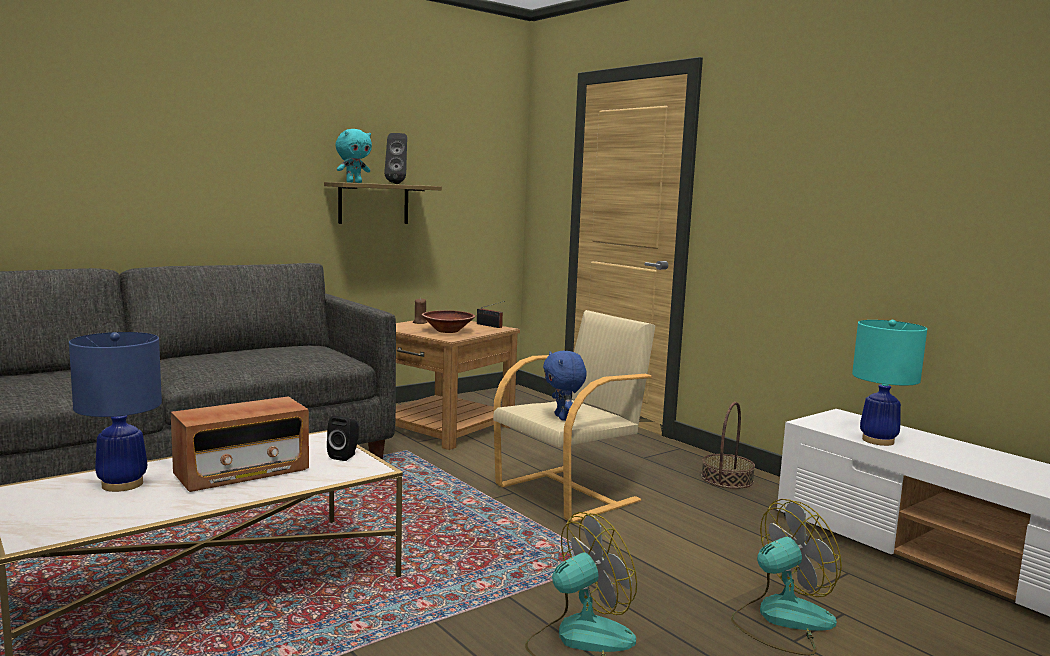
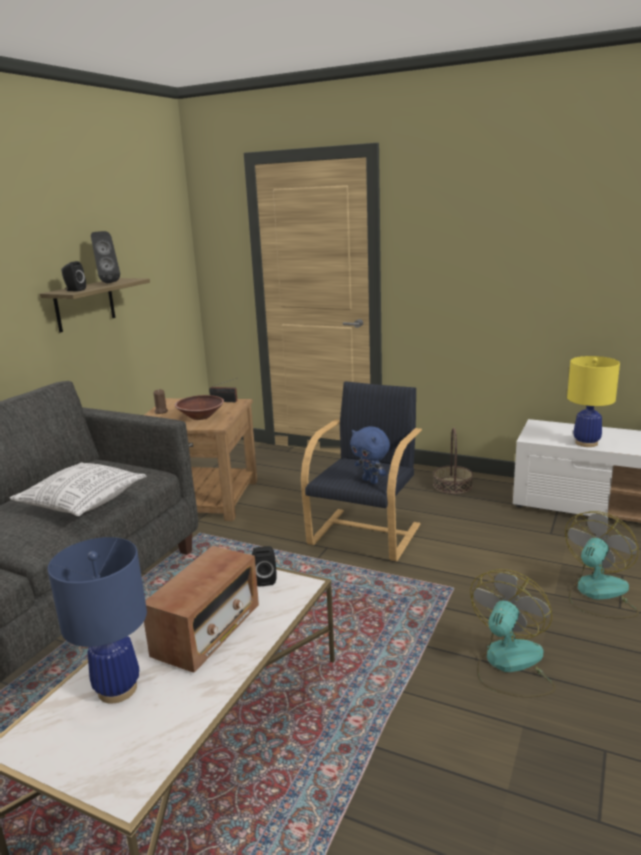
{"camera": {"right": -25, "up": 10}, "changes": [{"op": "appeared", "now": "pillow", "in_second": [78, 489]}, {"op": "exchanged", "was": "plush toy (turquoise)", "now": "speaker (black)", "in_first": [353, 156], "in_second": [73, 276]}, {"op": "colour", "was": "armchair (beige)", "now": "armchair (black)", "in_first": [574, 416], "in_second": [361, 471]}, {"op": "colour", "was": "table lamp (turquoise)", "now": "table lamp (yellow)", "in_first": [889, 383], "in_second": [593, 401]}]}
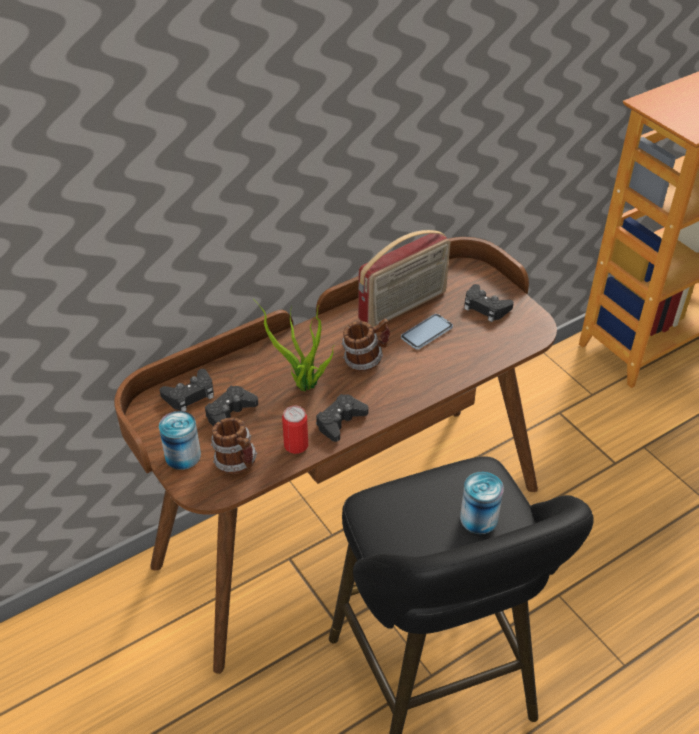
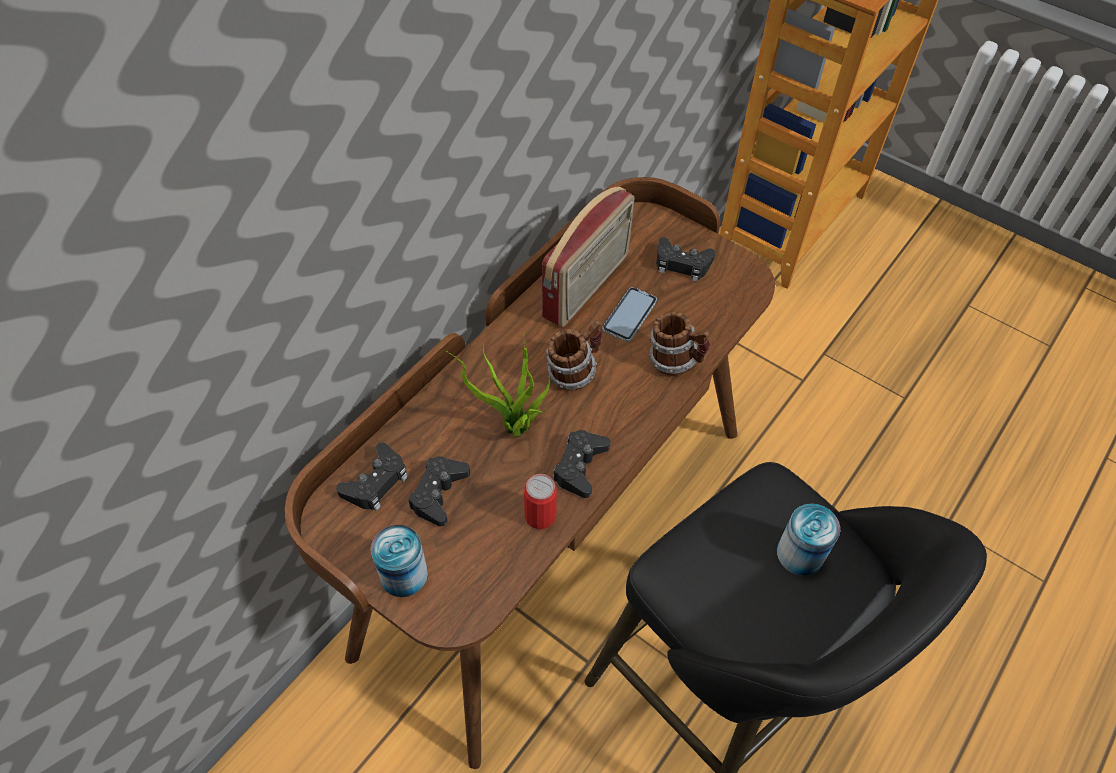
{"camera": {"right": -20, "up": 10}, "changes": [{"op": "relocated", "was": "mug", "in_first": [234, 446], "in_second": [679, 343]}]}
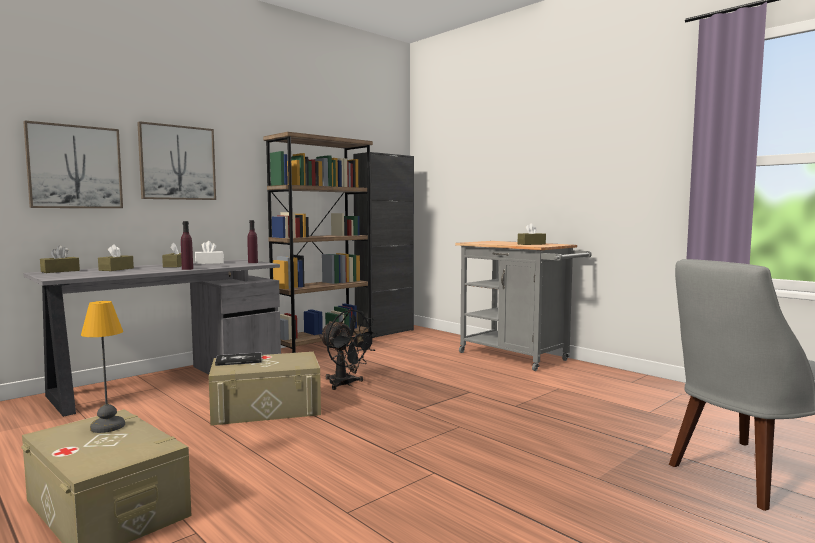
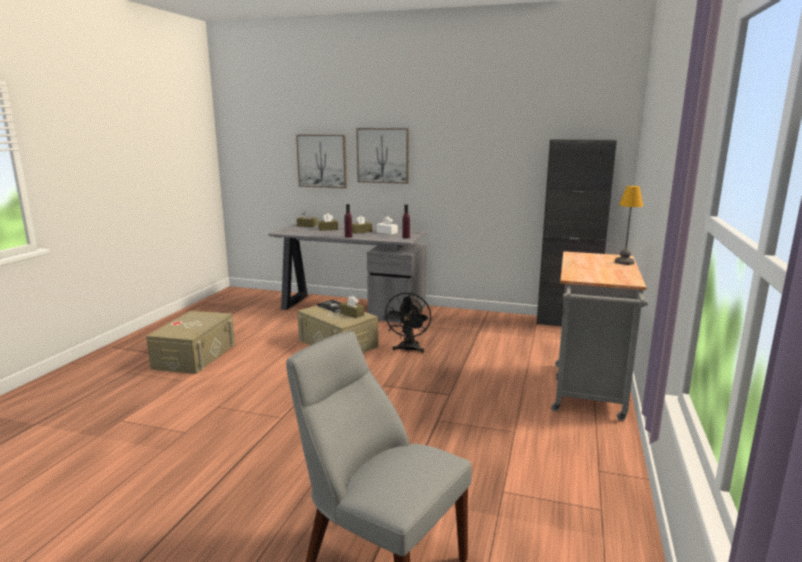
{"camera": {"right": 60, "up": 10}, "changes": [{"op": "relocated", "was": "tissue box (brown)", "in_first": [532, 234], "in_second": [352, 307]}, {"op": "relocated", "was": "table lamp", "in_first": [103, 367], "in_second": [628, 225]}, {"op": "missing", "was": "bookcase (brown)", "in_first": [318, 242]}]}
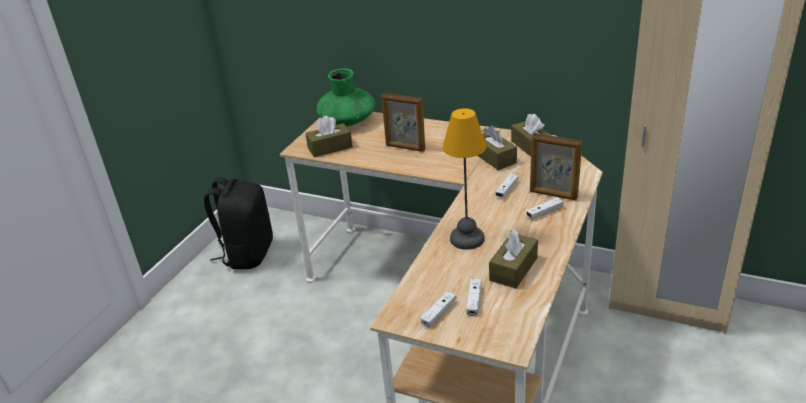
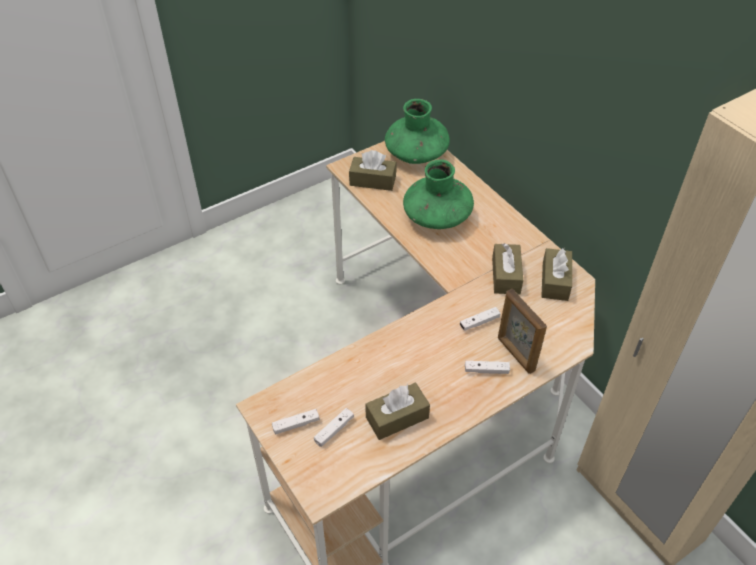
{"camera": {"right": 30, "up": 15}, "changes": [{"op": "exchanged", "was": "picture frame", "now": "vase (green)", "in_first": [403, 122], "in_second": [438, 194]}, {"op": "missing", "was": "backpack (black)", "in_first": [238, 223]}, {"op": "missing", "was": "table lamp", "in_first": [464, 179]}]}
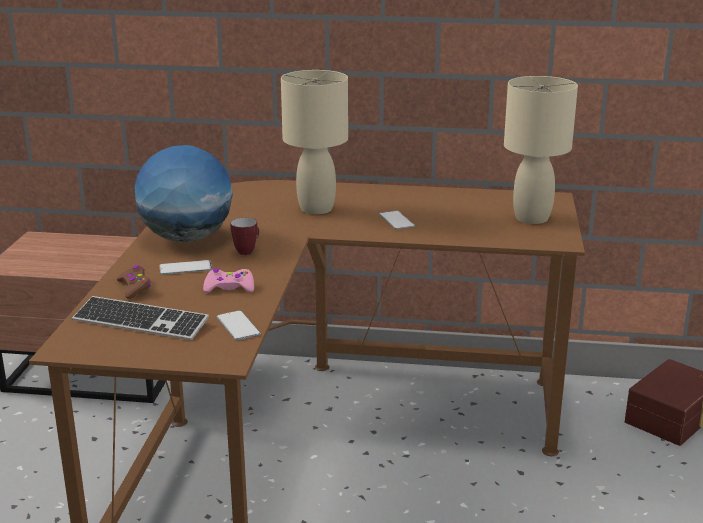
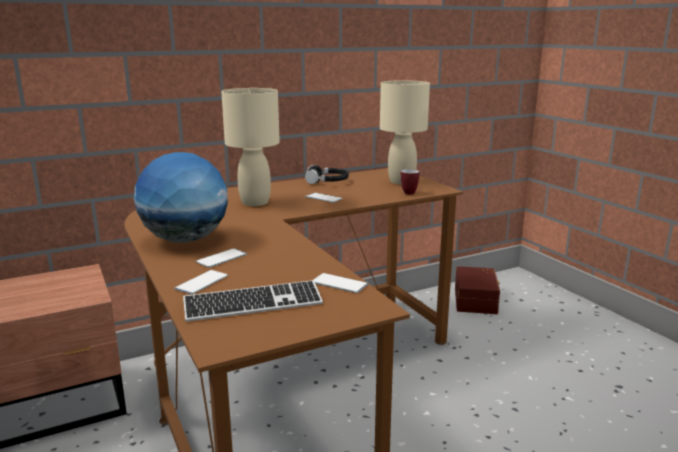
{"camera": {"right": -35, "up": -5}, "changes": [{"op": "exchanged", "was": "game controller (brown)", "now": "phone", "in_first": [134, 282], "in_second": [201, 282]}, {"op": "appeared", "now": "headphones (black)", "in_second": [327, 174]}, {"op": "relocated", "was": "mug", "in_first": [245, 236], "in_second": [410, 182]}, {"op": "missing", "was": "game controller (pink)", "in_first": [228, 280]}]}
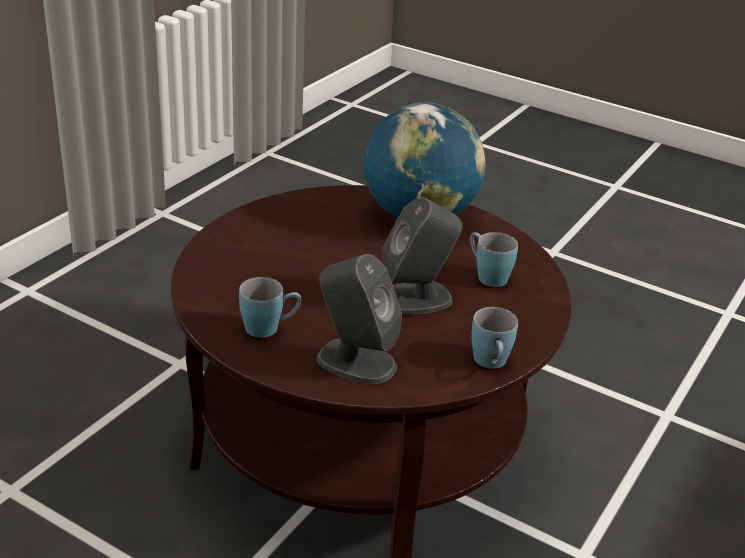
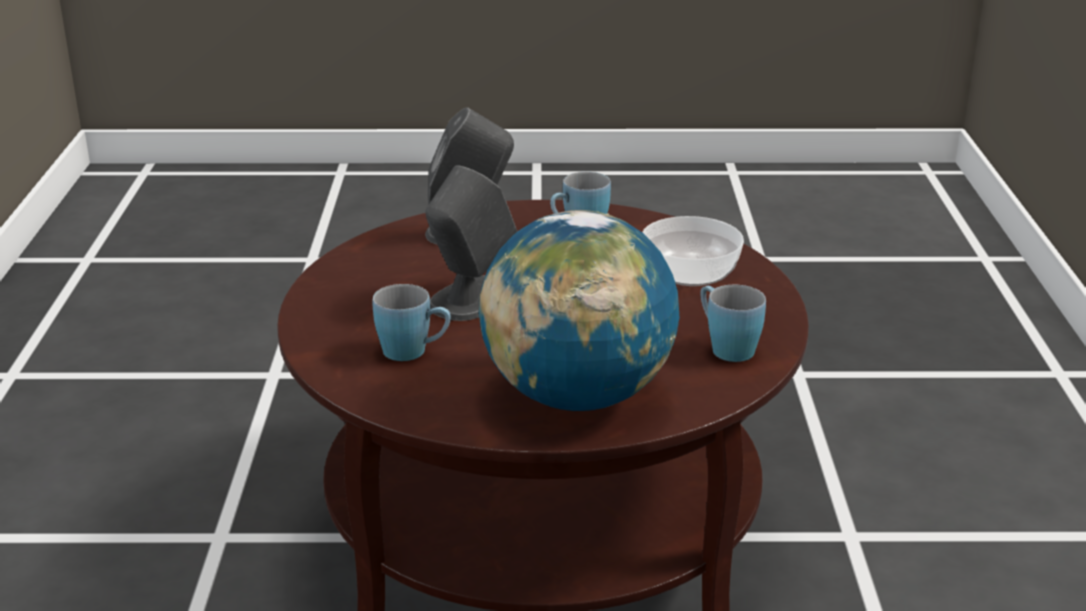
{"camera": {"right": 150, "up": -5}, "changes": [{"op": "appeared", "now": "bowl", "in_second": [693, 251]}, {"op": "relocated", "was": "mug (blue)", "in_first": [494, 338], "in_second": [733, 323]}]}
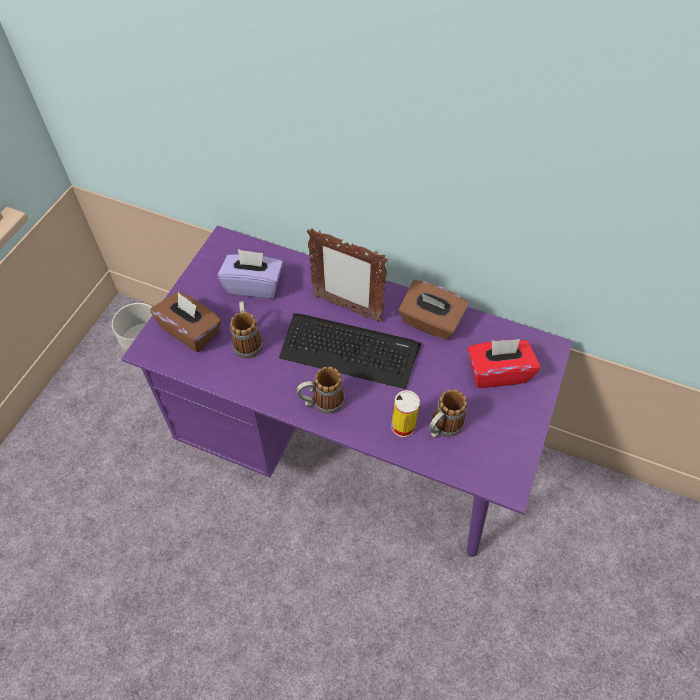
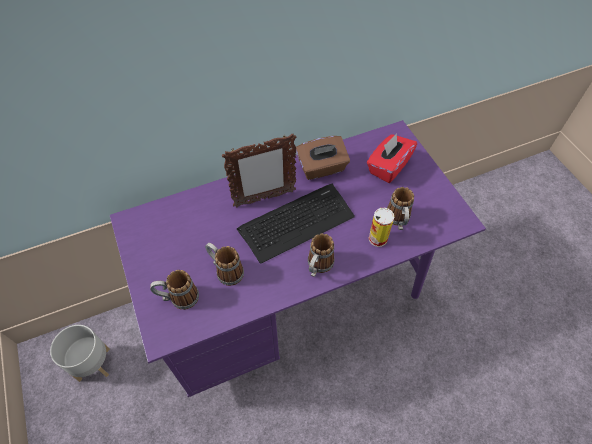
{"camera": {"right": -45, "up": 0}, "changes": [{"op": "exchanged", "was": "tissue box (brown)", "now": "mug", "in_first": [186, 322], "in_second": [174, 290]}, {"op": "missing", "was": "tissue box (purple)", "in_first": [250, 274]}]}
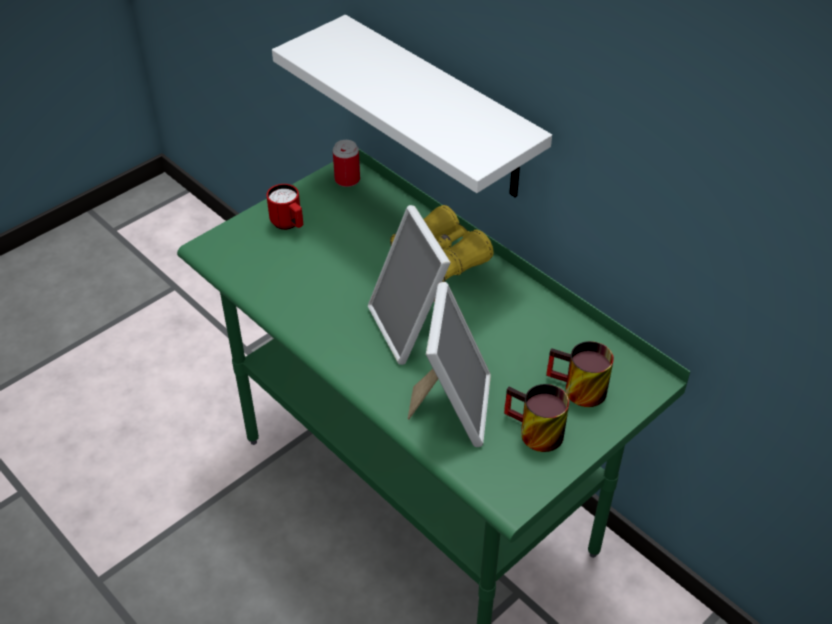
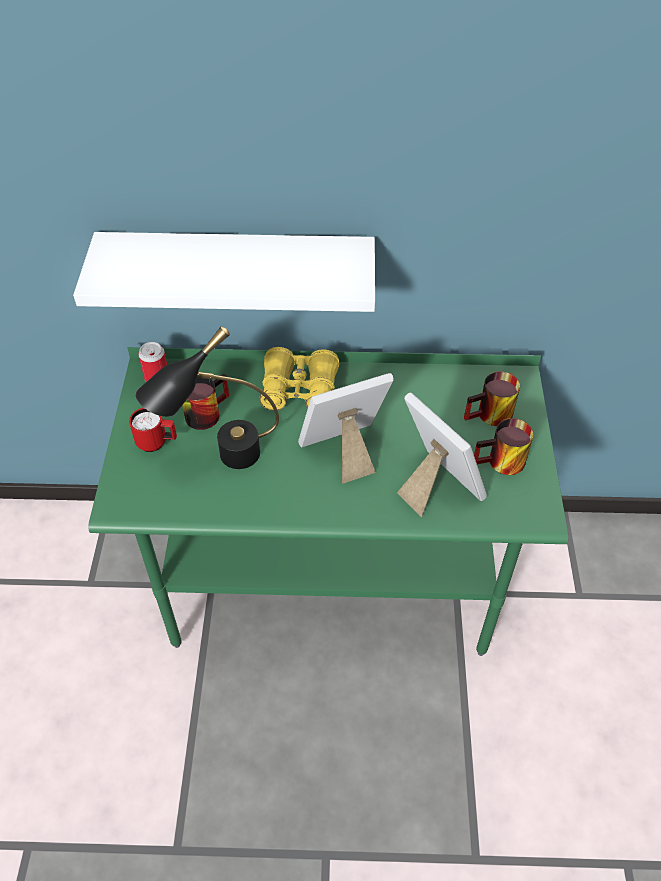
{"camera": {"right": -45, "up": 5}, "changes": [{"op": "appeared", "now": "table lamp (black)", "in_second": [207, 397]}, {"op": "appeared", "now": "mug", "in_second": [205, 402]}, {"op": "spun", "was": "picture frame", "in_first": [409, 285], "in_second": [346, 428], "clockwise": 135}]}
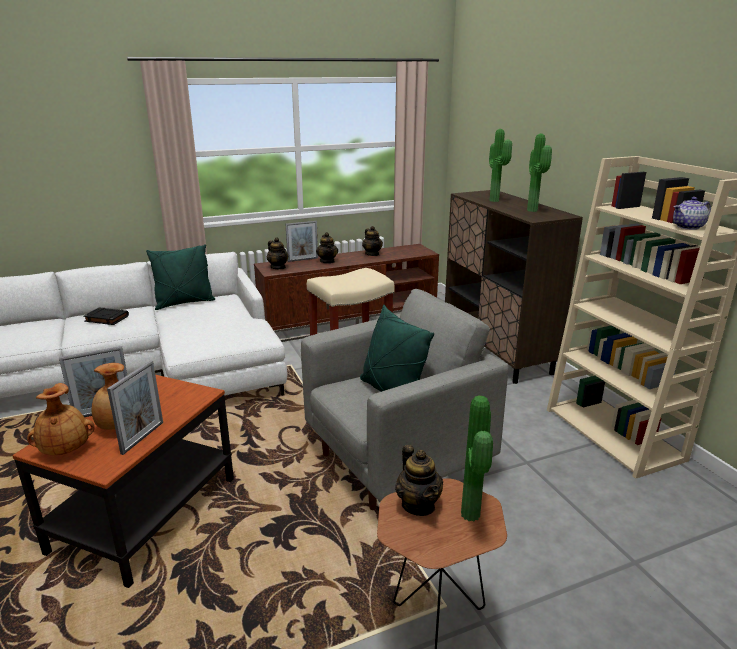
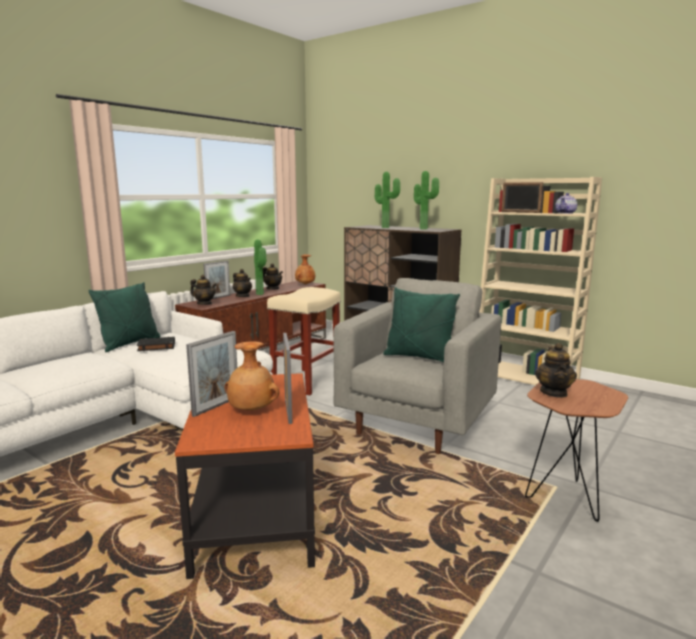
{"camera": {"right": -30, "up": -10}, "changes": [{"op": "relocated", "was": "book (black)", "in_first": [106, 316], "in_second": [156, 344]}, {"op": "relocated", "was": "potted plant", "in_first": [477, 458], "in_second": [260, 267]}, {"op": "relocated", "was": "vase (brown)", "in_first": [61, 419], "in_second": [305, 269]}, {"op": "appeared", "now": "picture frame", "in_second": [522, 197]}, {"op": "spun", "was": "teapot", "in_first": [419, 480], "in_second": [556, 370], "clockwise": 60}]}
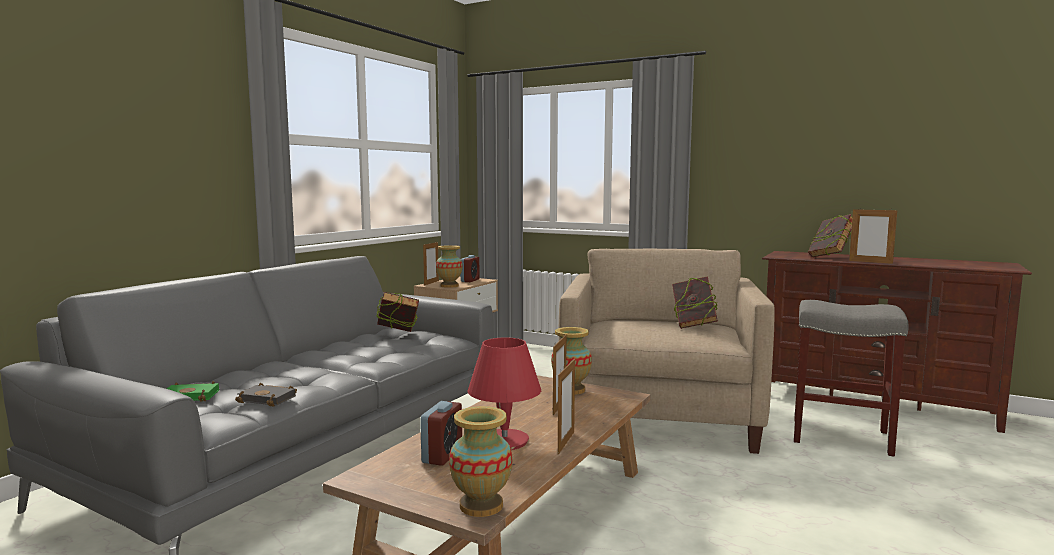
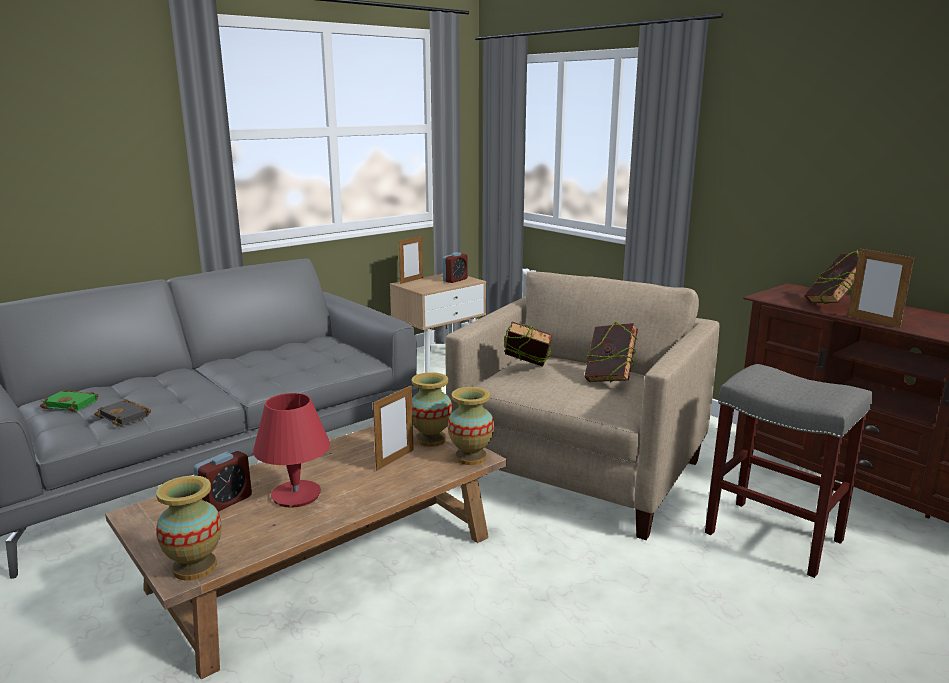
{"camera": {"right": 20, "up": 10}, "changes": [{"op": "relocated", "was": "vase", "in_first": [449, 266], "in_second": [471, 426]}, {"op": "relocated", "was": "book", "in_first": [398, 312], "in_second": [527, 344]}, {"op": "missing", "was": "picture frame", "in_first": [566, 407]}]}
